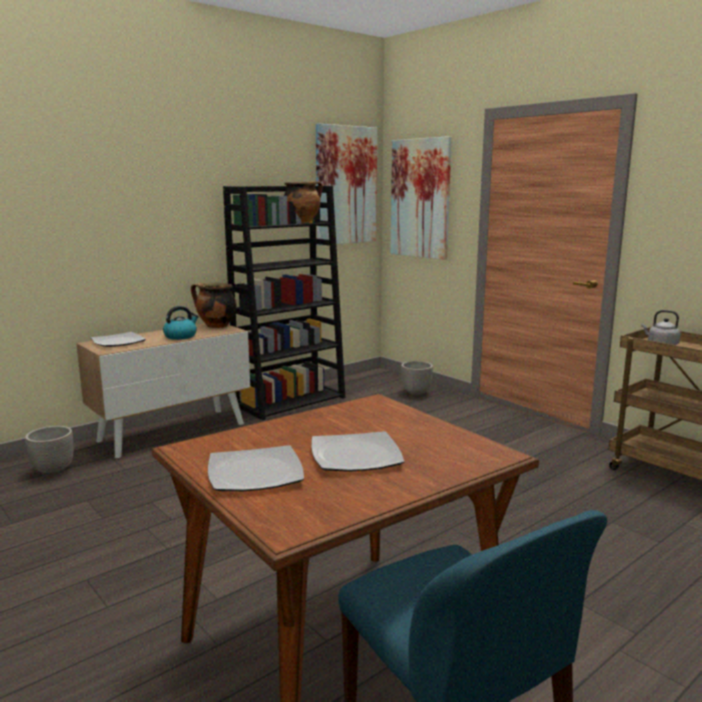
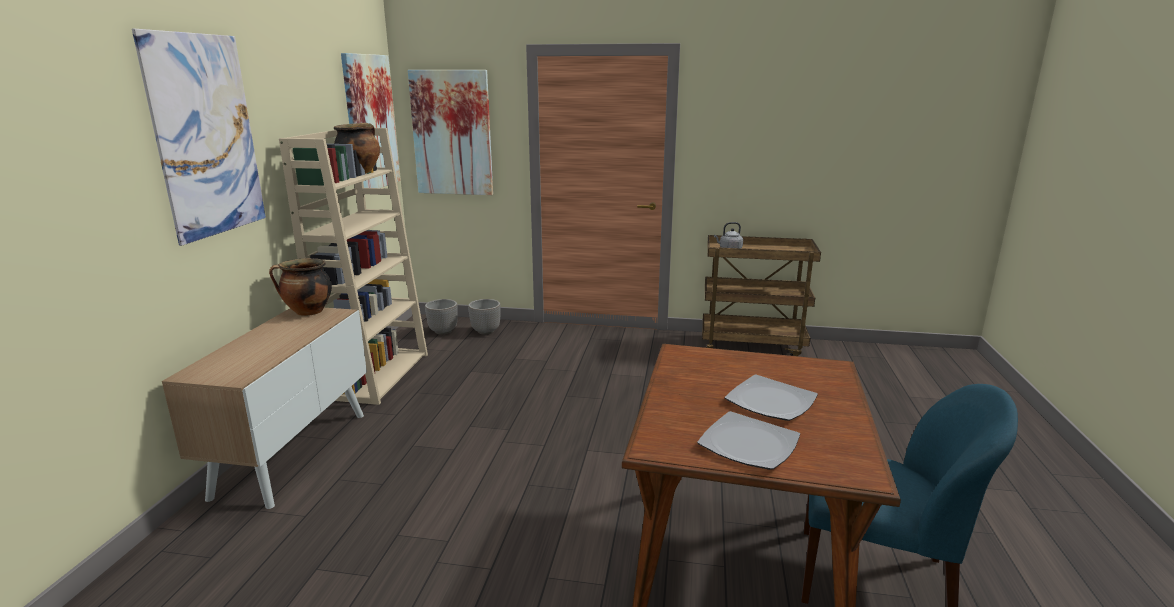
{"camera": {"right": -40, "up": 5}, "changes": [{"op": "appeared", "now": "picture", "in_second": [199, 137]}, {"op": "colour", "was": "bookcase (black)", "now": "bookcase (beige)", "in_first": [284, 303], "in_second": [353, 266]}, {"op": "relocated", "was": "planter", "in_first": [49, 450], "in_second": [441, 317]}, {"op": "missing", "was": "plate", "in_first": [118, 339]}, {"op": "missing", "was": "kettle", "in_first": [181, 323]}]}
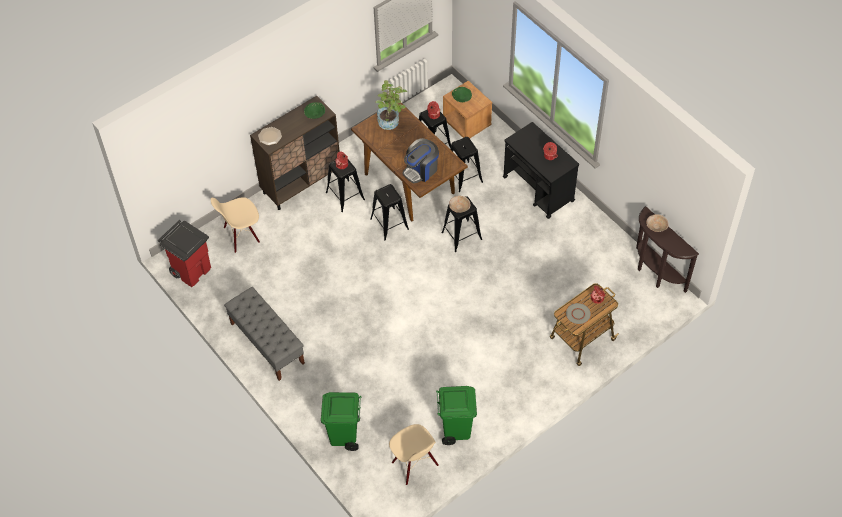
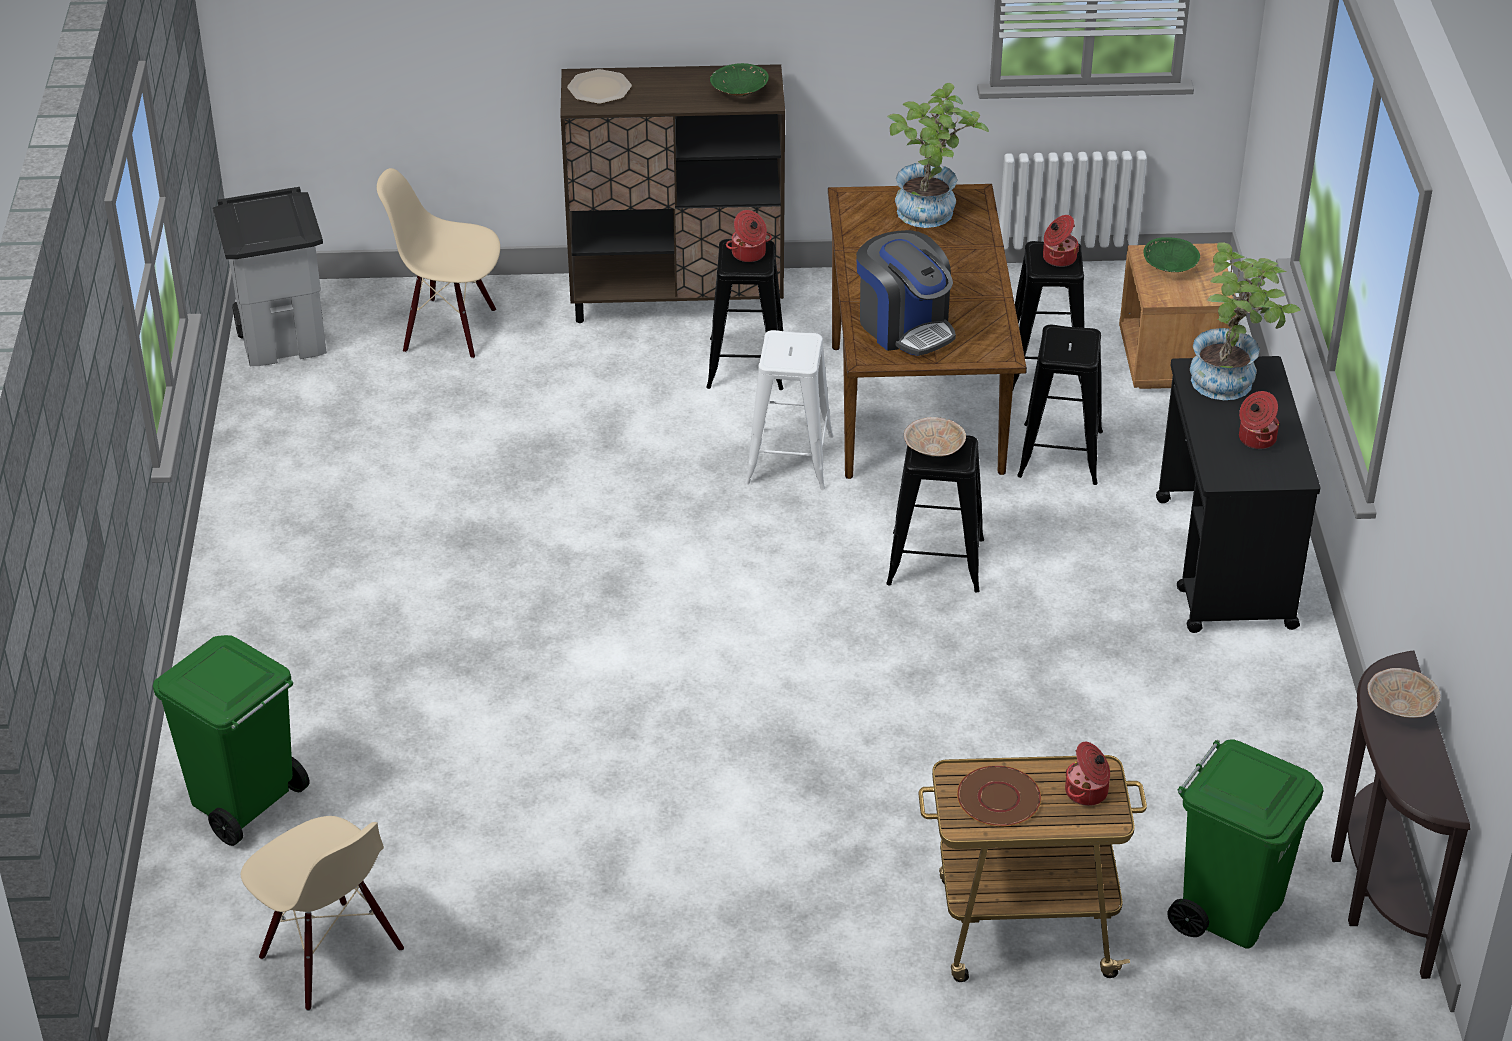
{"camera": {"right": 35, "up": -15}, "changes": [{"op": "colour", "was": "trash can (red)", "now": "trash can (grey)", "in_first": [184, 253], "in_second": [270, 276]}, {"op": "spun", "was": "chair (beige)", "in_first": [414, 454], "in_second": [322, 913], "clockwise": -45}, {"op": "colour", "was": "stool (black)", "now": "stool (white)", "in_first": [389, 212], "in_second": [789, 410]}, {"op": "spun", "was": "coffee machine", "in_first": [421, 160], "in_second": [906, 293], "clockwise": -120}, {"op": "colour", "was": "plate (grey)", "now": "plate (brown)", "in_first": [578, 314], "in_second": [999, 795]}, {"op": "relocated", "was": "trash can (green)", "in_first": [456, 415], "in_second": [1245, 844]}, {"op": "appeared", "now": "potted plant", "in_second": [1245, 321]}, {"op": "missing", "was": "bench (grey)", "in_first": [264, 334]}]}
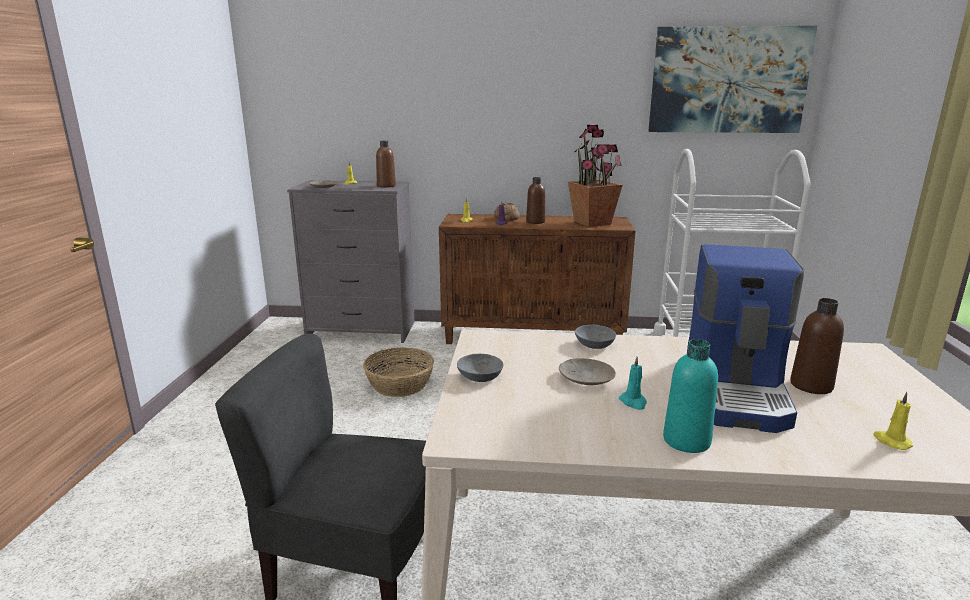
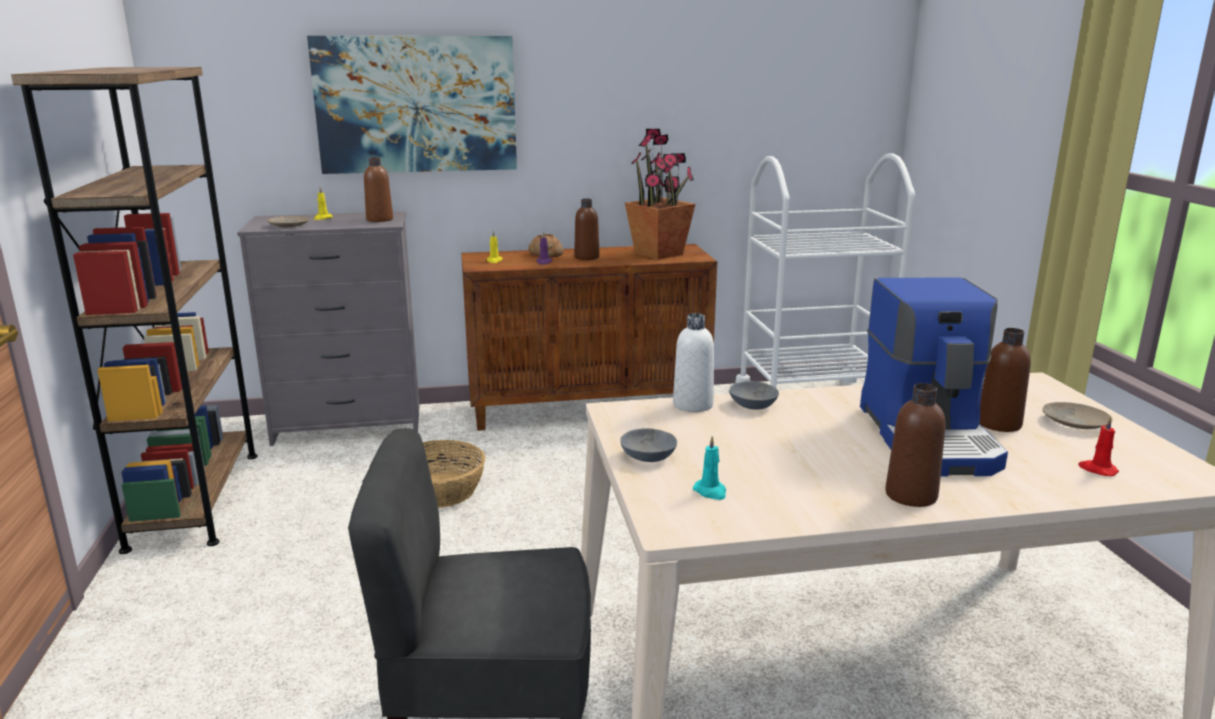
{"camera": {"right": -15, "up": 0}, "changes": [{"op": "appeared", "now": "bookcase (brown)", "in_second": [134, 310]}, {"op": "relocated", "was": "picture", "in_first": [732, 79], "in_second": [412, 105]}, {"op": "appeared", "now": "bottle (white)", "in_second": [693, 362]}, {"op": "relocated", "was": "candle (turquoise)", "in_first": [633, 383], "in_second": [709, 468]}, {"op": "colour", "was": "bottle (turquoise)", "now": "bottle (brown)", "in_first": [690, 396], "in_second": [915, 445]}, {"op": "relocated", "was": "plate (beige)", "in_first": [587, 371], "in_second": [1078, 415]}, {"op": "colour", "was": "candle (yellow)", "now": "candle (red)", "in_first": [893, 421], "in_second": [1099, 446]}]}
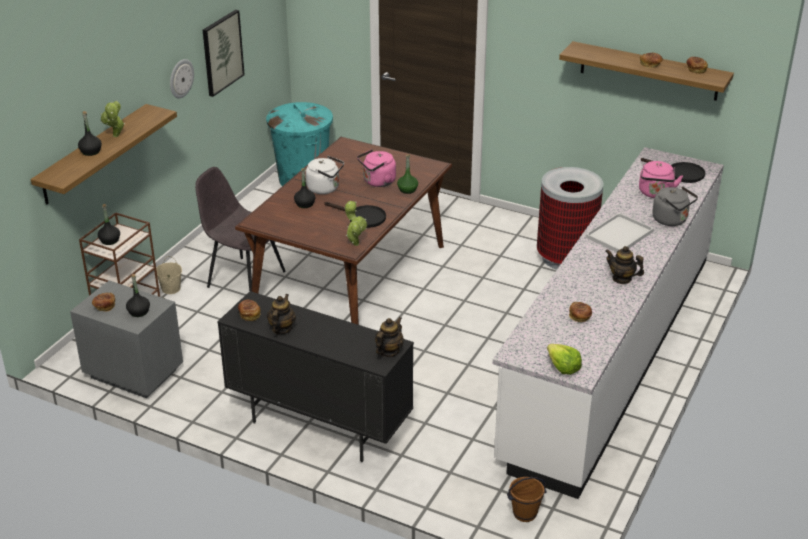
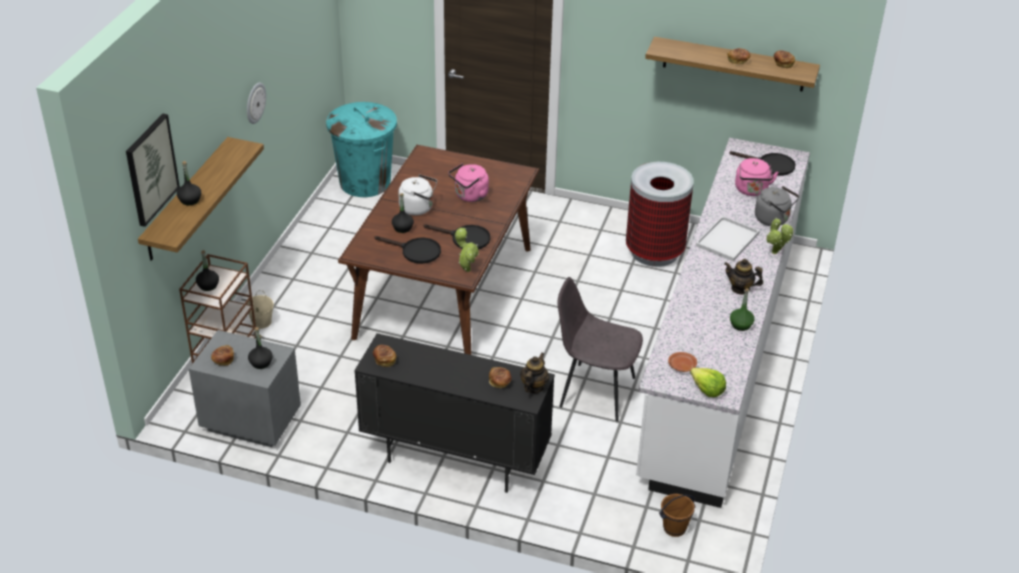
{"camera": {"right": -10, "up": 5}, "changes": [{"op": "relocated", "was": "picture", "in_first": [224, 53], "in_second": [153, 170]}, {"op": "appeared", "now": "frying pan (black)", "in_second": [407, 250]}, {"op": "relocated", "was": "bread", "in_first": [580, 312], "in_second": [500, 377]}, {"op": "relocated", "was": "chair (grey)", "in_first": [240, 229], "in_second": [600, 349]}, {"op": "appeared", "now": "plate (brown)", "in_second": [682, 362]}, {"op": "relocated", "was": "bottle (green)", "in_first": [407, 174], "in_second": [742, 309]}, {"op": "relocated", "was": "potted plant", "in_first": [112, 118], "in_second": [779, 236]}, {"op": "missing", "was": "teapot", "in_first": [281, 314]}]}
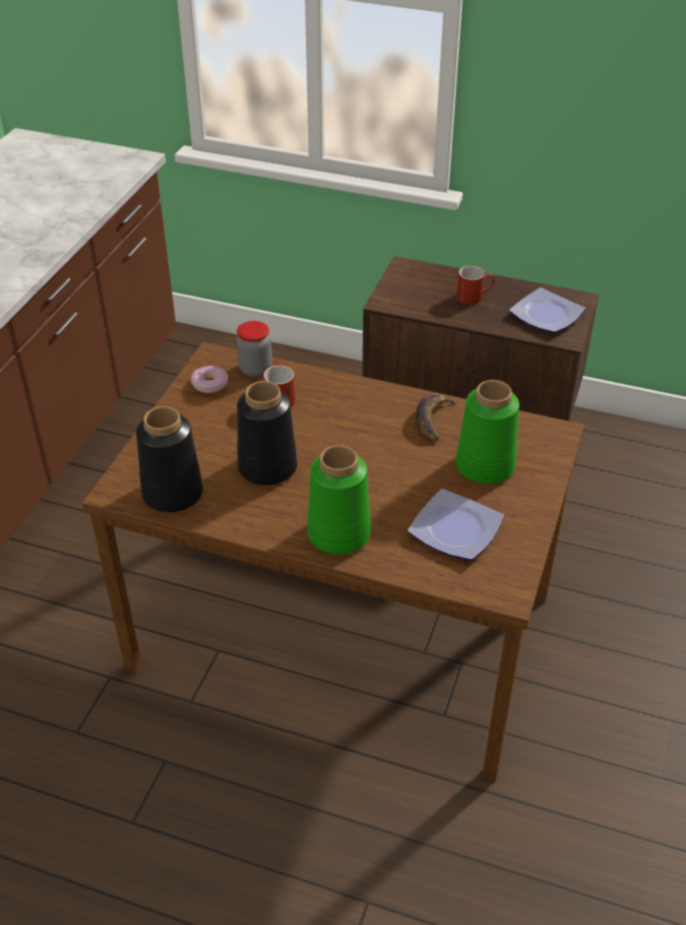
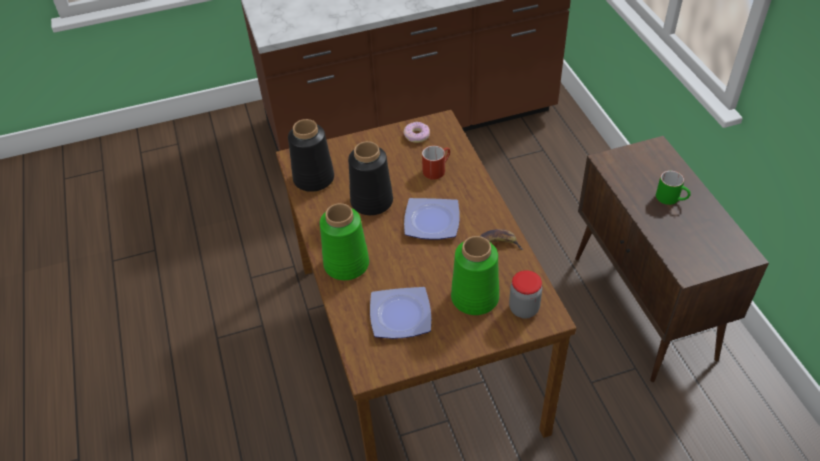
{"camera": {"right": 55, "up": 5}, "changes": [{"op": "relocated", "was": "plate", "in_first": [547, 310], "in_second": [432, 218]}, {"op": "relocated", "was": "jar", "in_first": [254, 349], "in_second": [525, 294]}, {"op": "colour", "was": "mug (red)", "now": "mug (green)", "in_first": [476, 285], "in_second": [673, 188]}]}
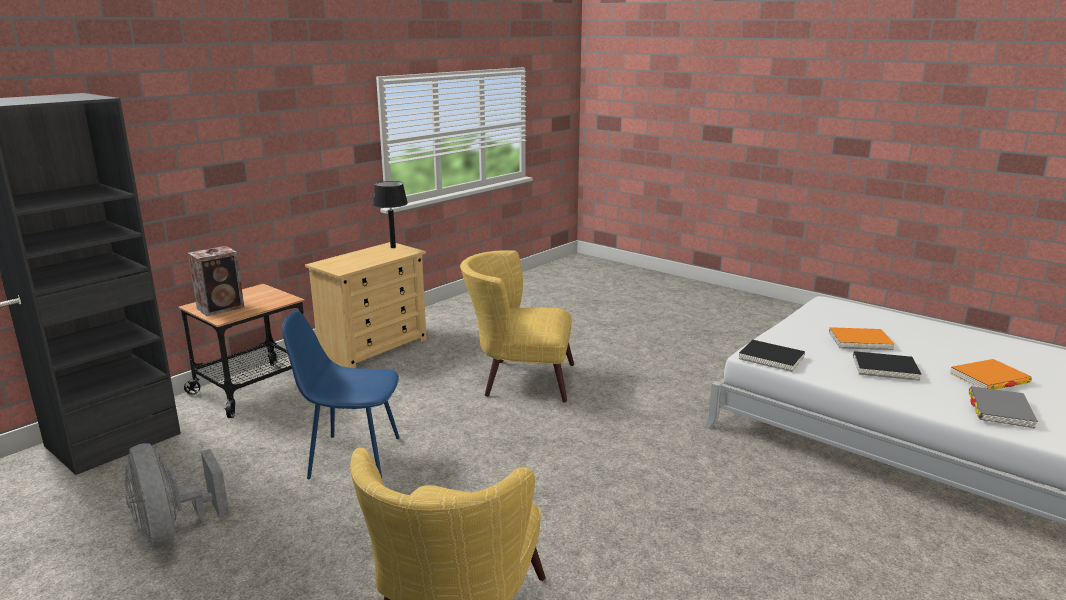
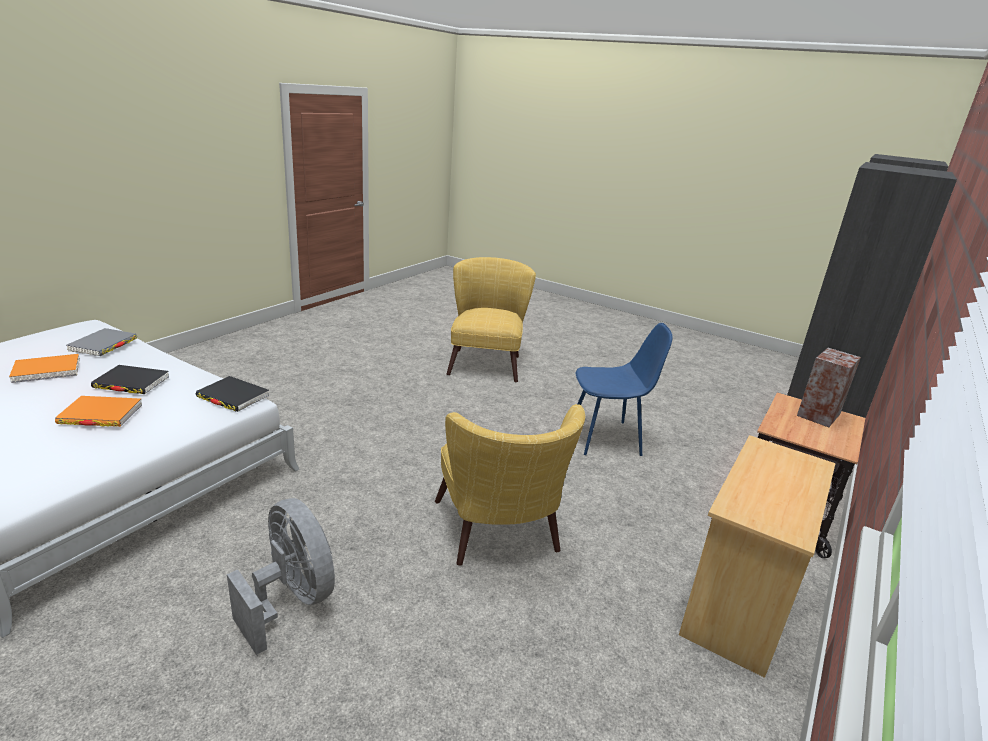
{"camera": {"right": 170, "up": 5}, "changes": [{"op": "relocated", "was": "fan (grey)", "in_first": [177, 495], "in_second": [281, 576]}, {"op": "spun", "was": "armchair (yellow)", "in_first": [517, 326], "in_second": [510, 484], "clockwise": 75}, {"op": "missing", "was": "table lamp (black)", "in_first": [390, 214]}]}
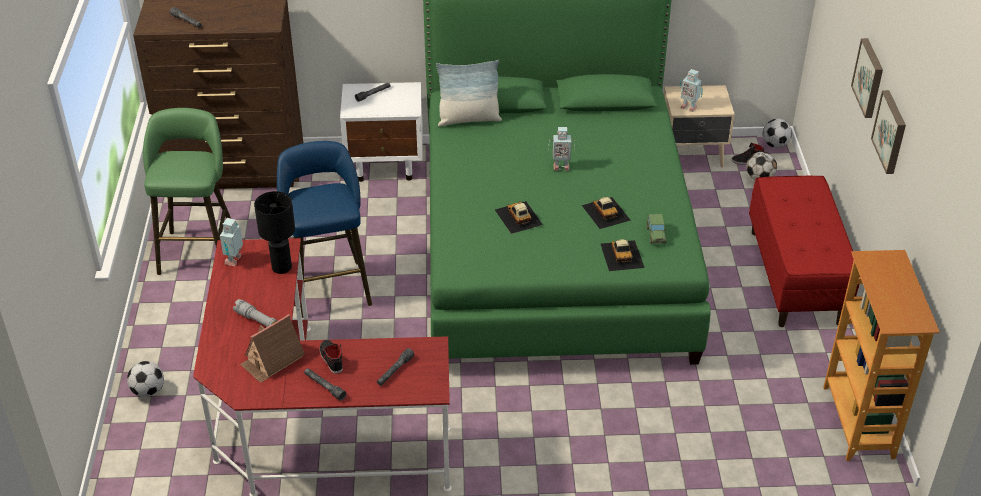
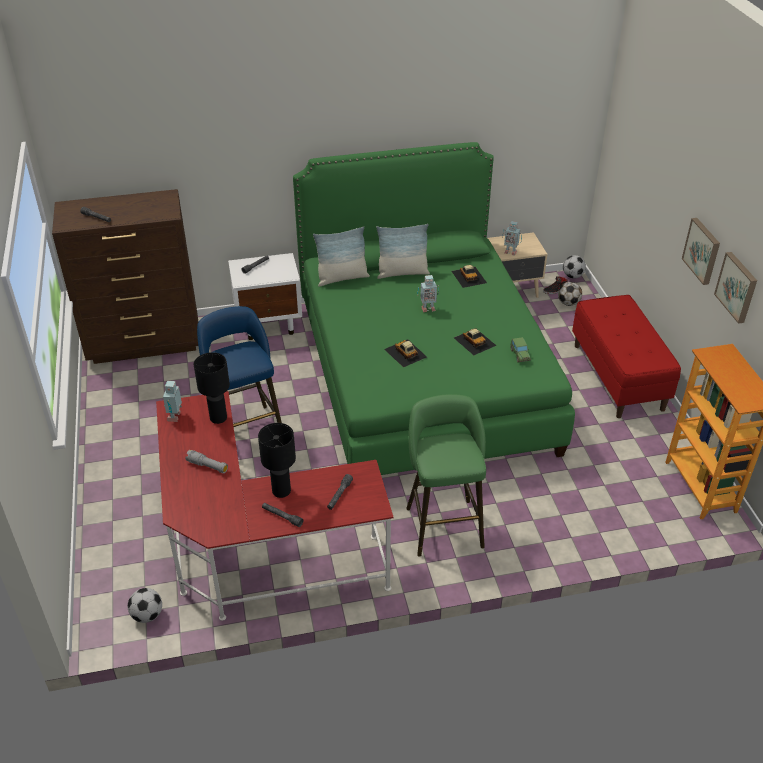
{"camera": {"right": -10, "up": 0}, "changes": [{"op": "relocated", "was": "football", "in_first": [145, 379], "in_second": [145, 605]}, {"op": "exchanged", "was": "shoe (black)", "now": "table lamp (black)", "in_first": [331, 357], "in_second": [277, 460]}, {"op": "appeared", "now": "pillow", "in_second": [403, 251]}, {"op": "relocated", "was": "stool (green)", "in_first": [187, 191], "in_second": [446, 475]}, {"op": "relocated", "was": "toy car", "in_first": [623, 255], "in_second": [469, 276]}, {"op": "relocated", "was": "picture", "in_first": [867, 78], "in_second": [735, 288]}, {"op": "missing", "was": "toy house", "in_first": [272, 348]}]}
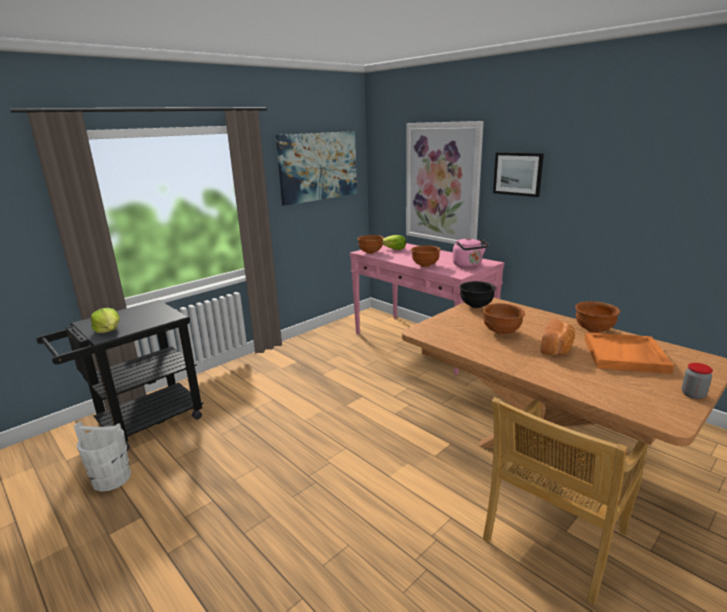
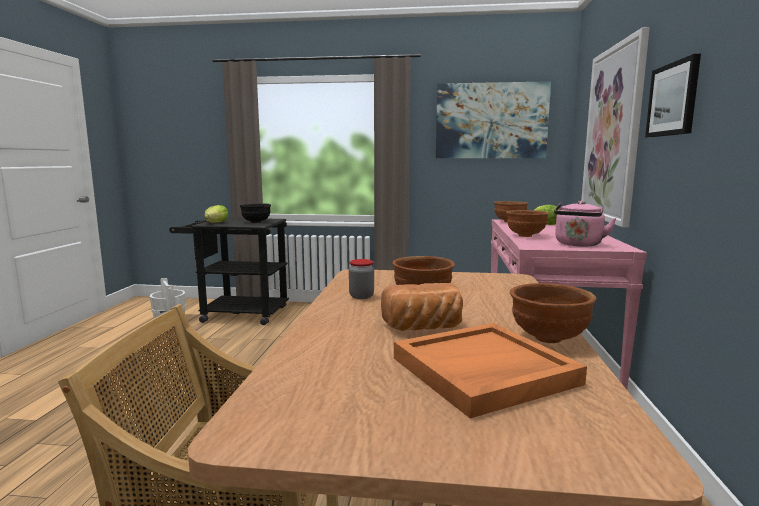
{"camera": {"right": 50, "up": -10}, "changes": [{"op": "relocated", "was": "bowl (black)", "in_first": [477, 294], "in_second": [255, 213]}, {"op": "relocated", "was": "jar", "in_first": [697, 381], "in_second": [361, 279]}]}
